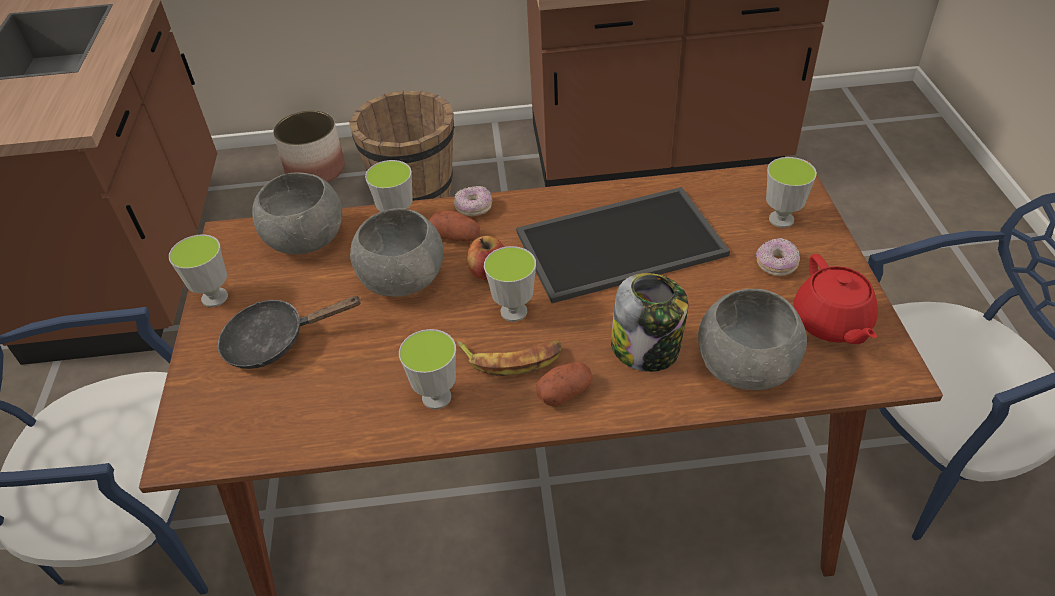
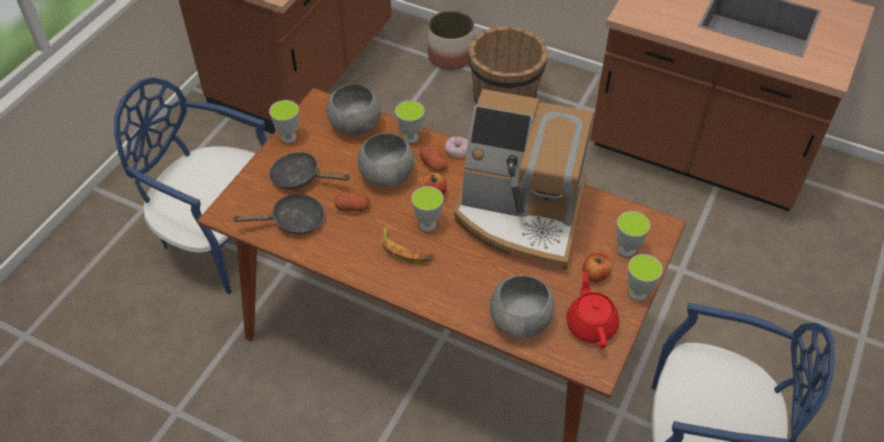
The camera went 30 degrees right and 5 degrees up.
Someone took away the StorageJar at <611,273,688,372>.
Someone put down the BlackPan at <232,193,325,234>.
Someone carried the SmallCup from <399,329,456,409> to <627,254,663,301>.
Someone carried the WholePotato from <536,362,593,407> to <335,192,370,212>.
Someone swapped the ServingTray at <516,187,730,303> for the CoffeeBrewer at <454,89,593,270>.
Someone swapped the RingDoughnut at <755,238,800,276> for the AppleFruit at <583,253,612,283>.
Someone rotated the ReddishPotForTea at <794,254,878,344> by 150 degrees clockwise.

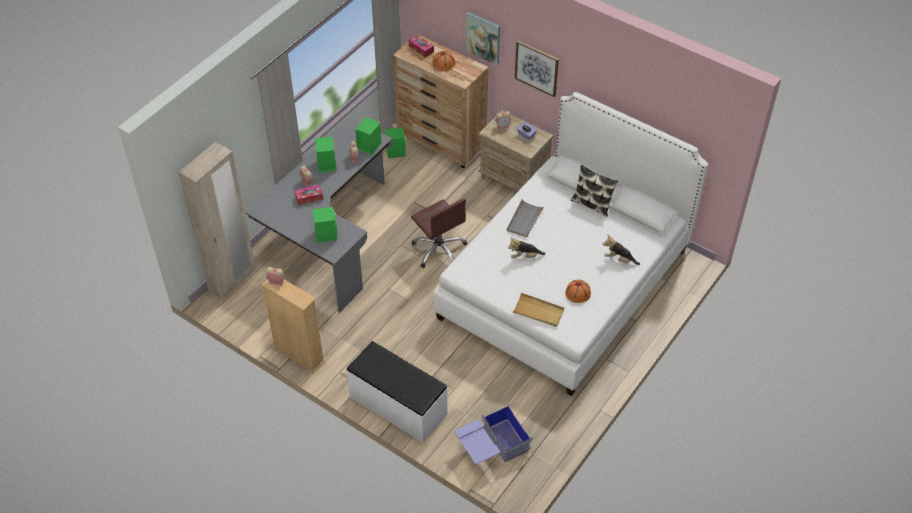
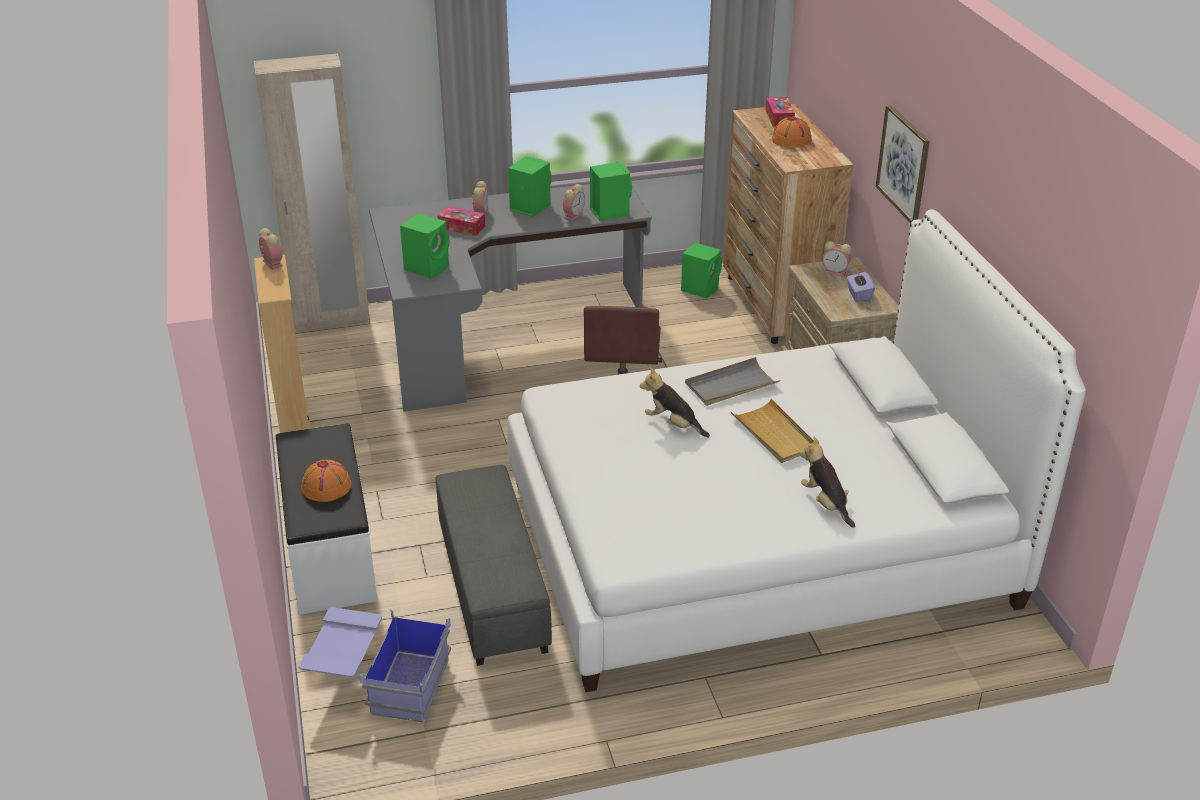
The camera went 40 degrees right and 15 degrees down.
Someone took away the WallArt at <466,12,500,65>.
Someone took away the Pillow at <571,165,618,217>.
Someone put down the GrayFootrest at <435,465,552,666>.
Someone carried the BeigeColouredServingTray from <513,293,564,327> to <731,399,814,463>.
Someone carried the OrangeyHat from <565,279,591,303> to <302,460,351,502>.

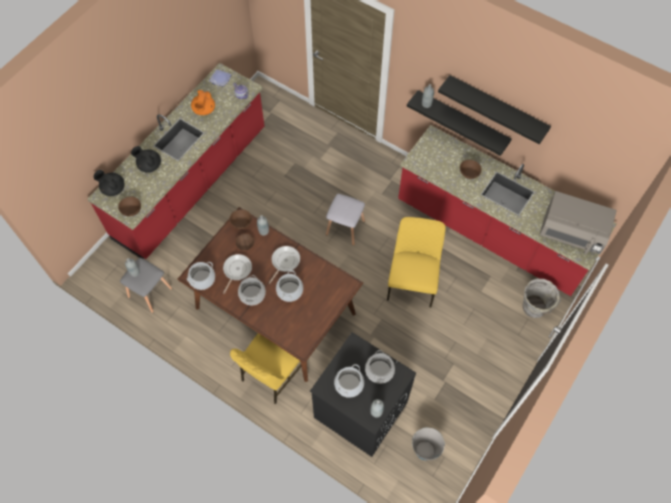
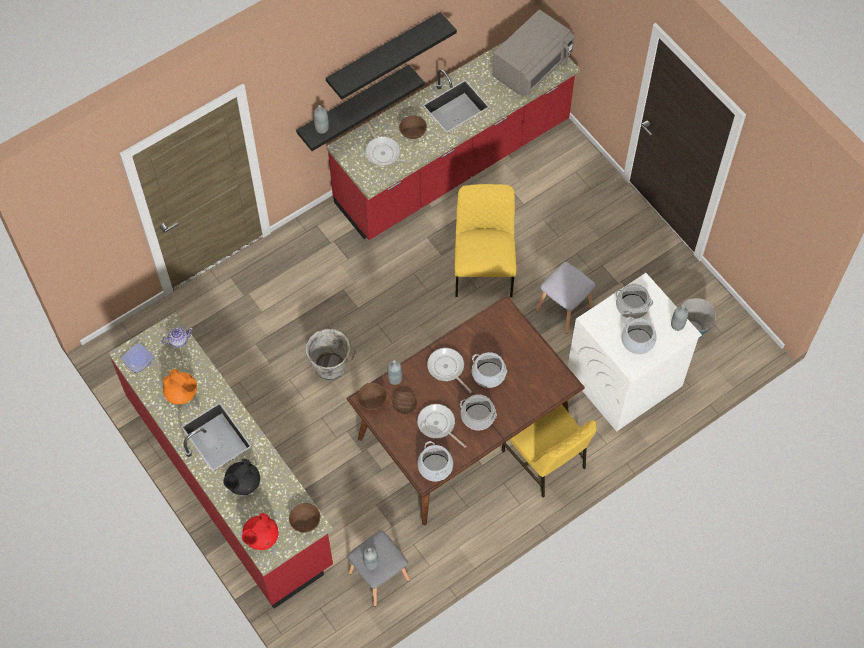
The camera went 70 degrees left and 0 degrees up.
Someone put down the Pan at <365,124,400,166>.
Someone carried the GrayStool from <326,194,365,245> to <536,262,596,334>.
Someone carried the GrayWaterBucket from <522,279,561,318> to <306,329,356,381>.
Someone repainted the BlackPotForTea at <94,170,125,196>, which became the ReddishPotForTea at <242,513,279,550>.
Someone repainted the BlackWashingMachine at <310,332,416,457>, which became the WhitishWashingMachine at <567,273,702,432>.
Someone rotated the YellowChair at <387,217,446,308> by 60 degrees clockwise.

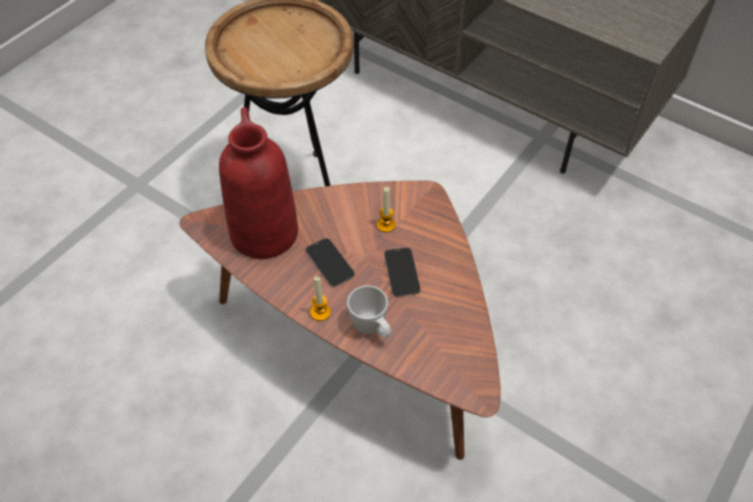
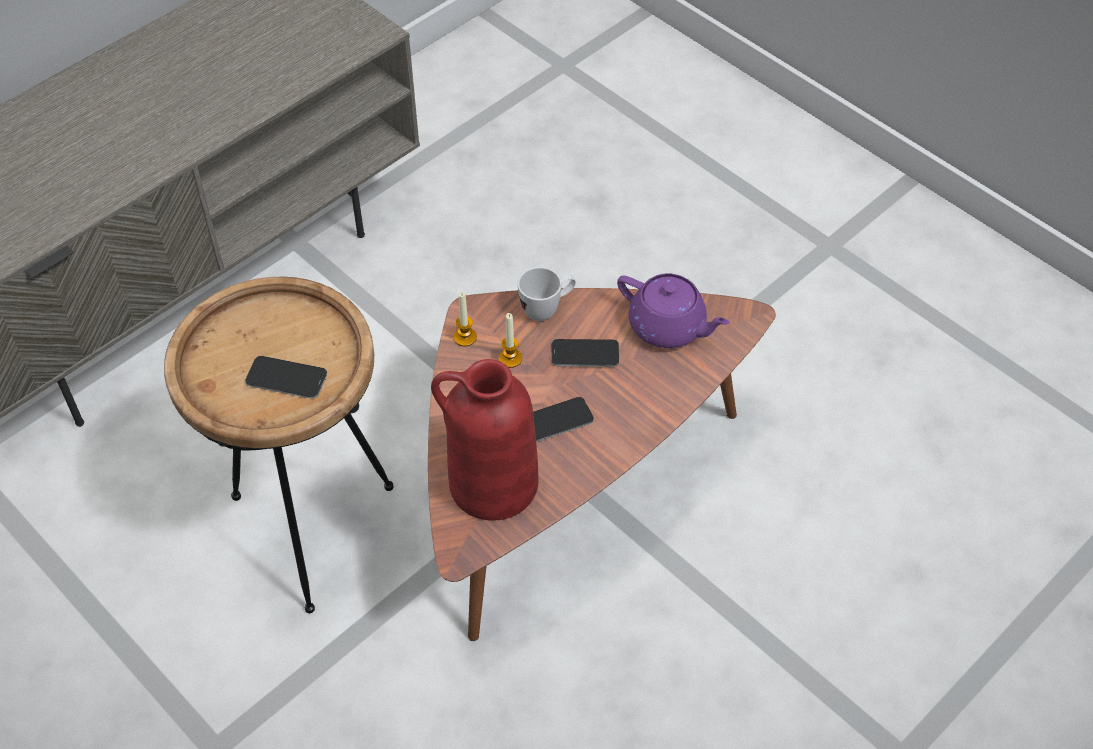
The camera went 80 degrees left and 0 degrees up.
Someone put down the Phone at <245,356,327,399>.
Someone put down the PurpleColouredPotForTea at <617,273,730,348>.
Someone carried the WaxCandle from <310,276,331,321> to <454,292,477,347>.
Someone carried the WhitishCoffeeMug from <347,285,392,338> to <518,267,576,321>.

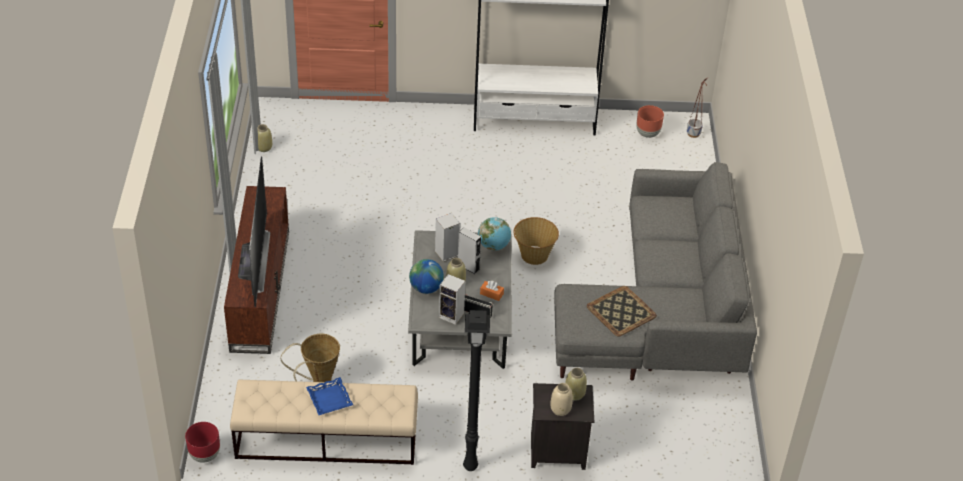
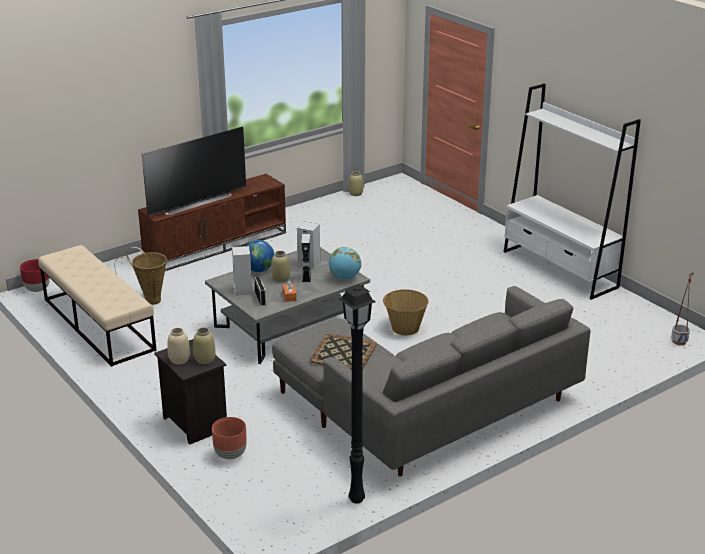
The camera went 55 degrees right and 15 degrees down.
Someone took away the BlueServingTray at <306,377,353,415>.
Someone carried the BlackStandardLamp from <463,310,490,471> to <339,284,376,503>.
Someone carried the BrownColouredPlantPot from <636,105,664,138> to <212,417,247,459>.

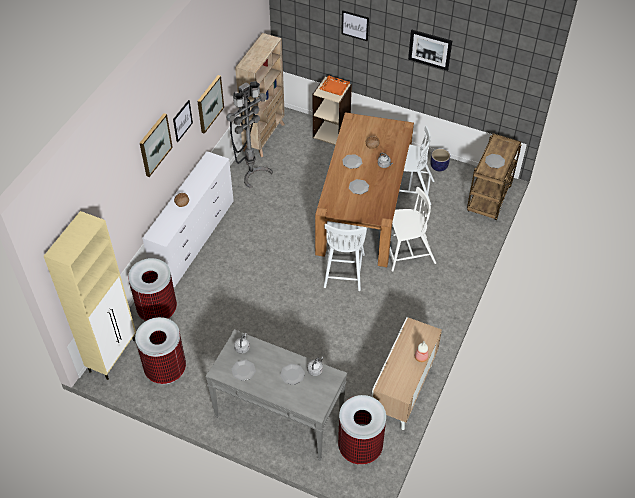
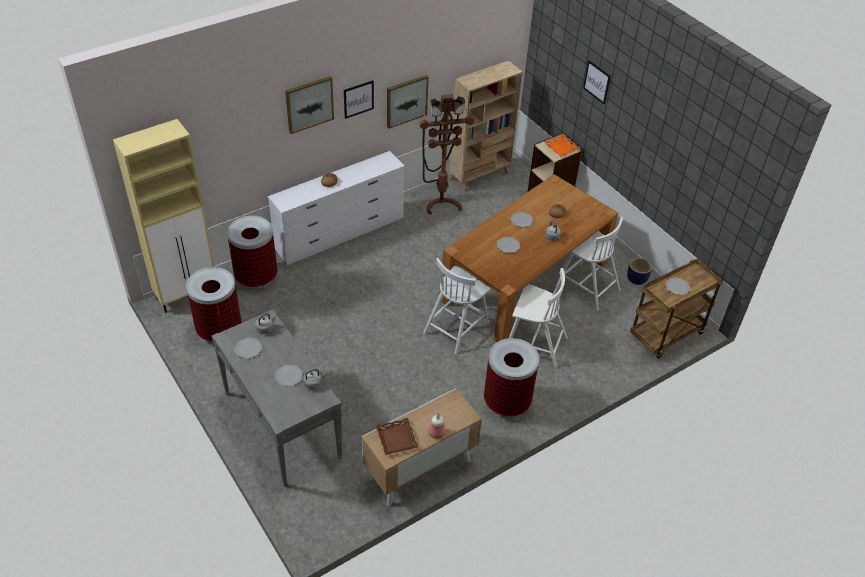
The camera went 30 degrees right and 5 degrees down.
Someone took away the WallArt at <408,30,452,71>.
Someone put down the BrownColouredServingTray at <375,418,418,455>.
Someone carried the WasteBin from <338,395,386,465> to <484,338,539,418>.
Someone repainted the GrayStandardLamp at <226,81,273,188>, which became the BrownColouredStandardLamp at <420,94,474,215>.

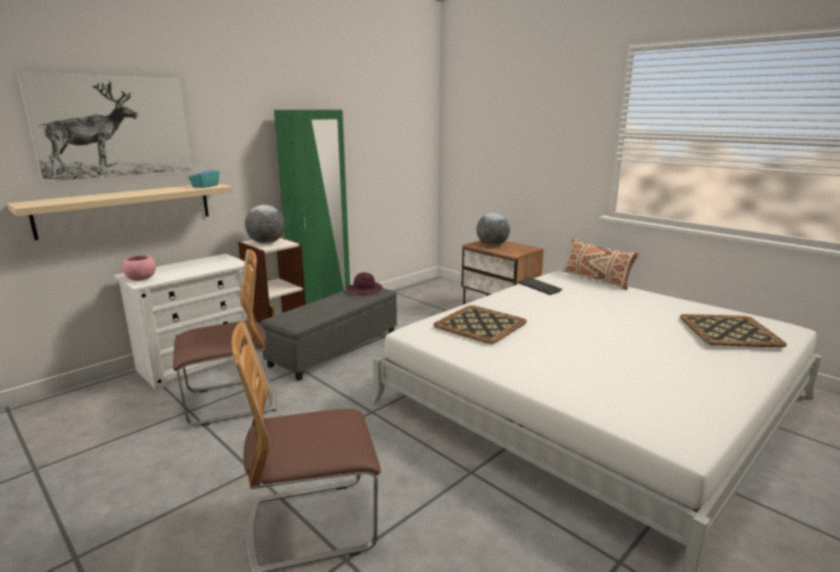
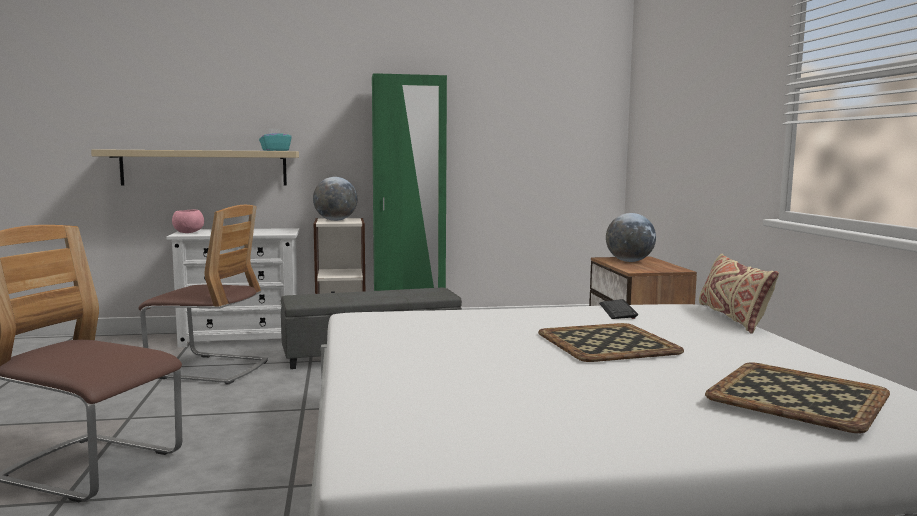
The camera went 35 degrees right and 10 degrees down.
Someone took away the WallArt at <18,72,192,182>.
Someone took away the PurpleColouredHat at <346,272,383,295>.
Someone carried the ServingTray from <434,305,527,344> to <538,323,684,362>.

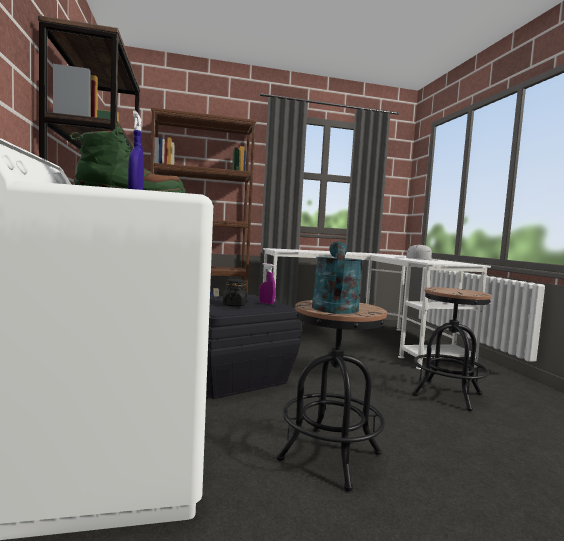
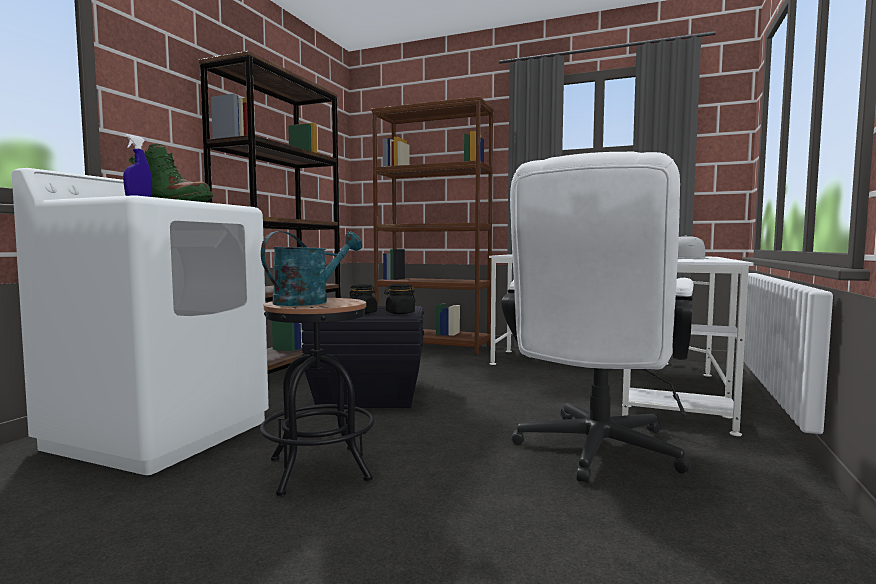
The camera went 35 degrees right and 0 degrees up.
Someone swapped the PurpleColouredSprayer at <259,263,276,305> for the BlackStorageJar at <384,284,415,314>.
Someone swapped the BlackStool at <412,287,492,411> for the WhitishComputerChair at <502,152,694,483>.

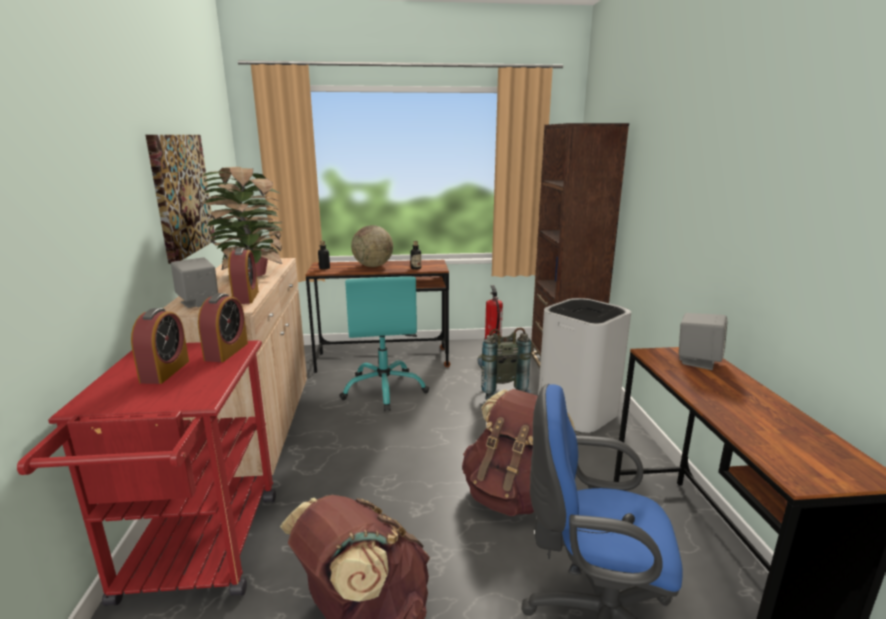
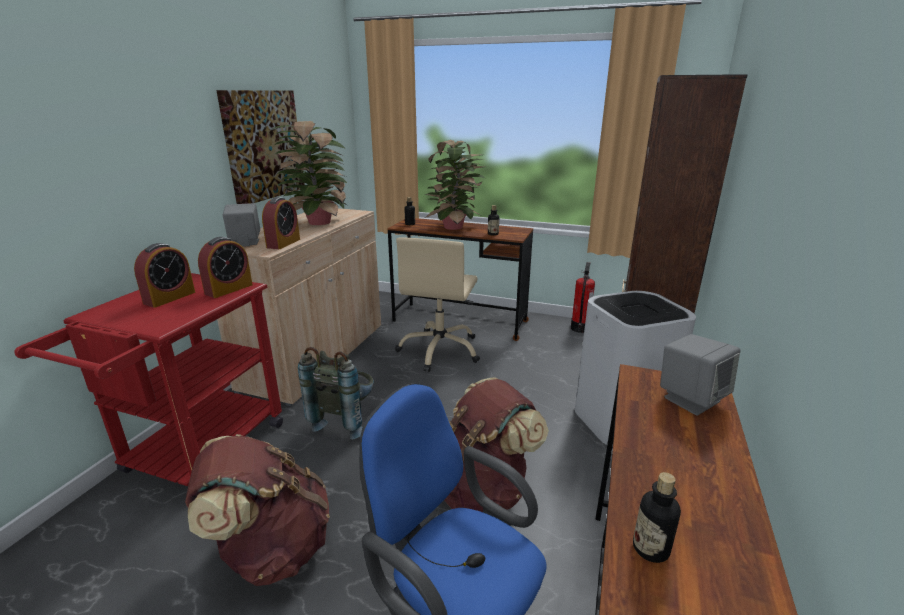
The camera went 25 degrees right and 5 degrees up.
Someone put down the Bottle at <633,472,681,563>.
Someone carried the GrayBackpack from <478,327,531,400> to <298,347,374,440>.
Someone swapped the Globe at <351,225,393,267> for the PlantInAPot at <425,140,484,230>.
Someone repainted the BlueGreenComputerChair at <339,276,429,411>, which became the BeigeColouredComputerChair at <395,237,480,372>.

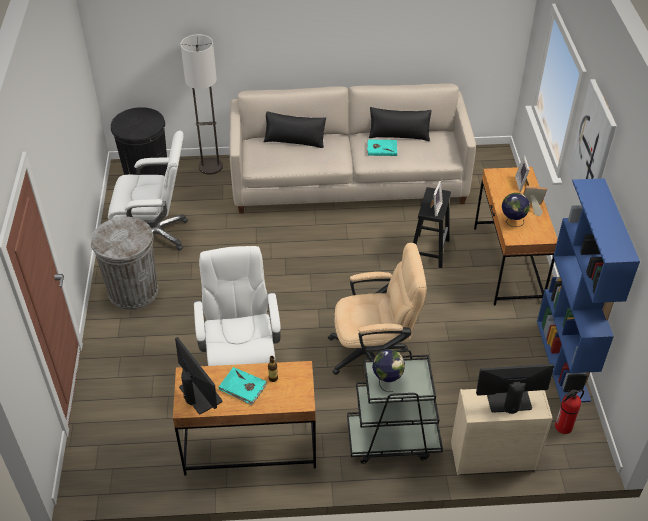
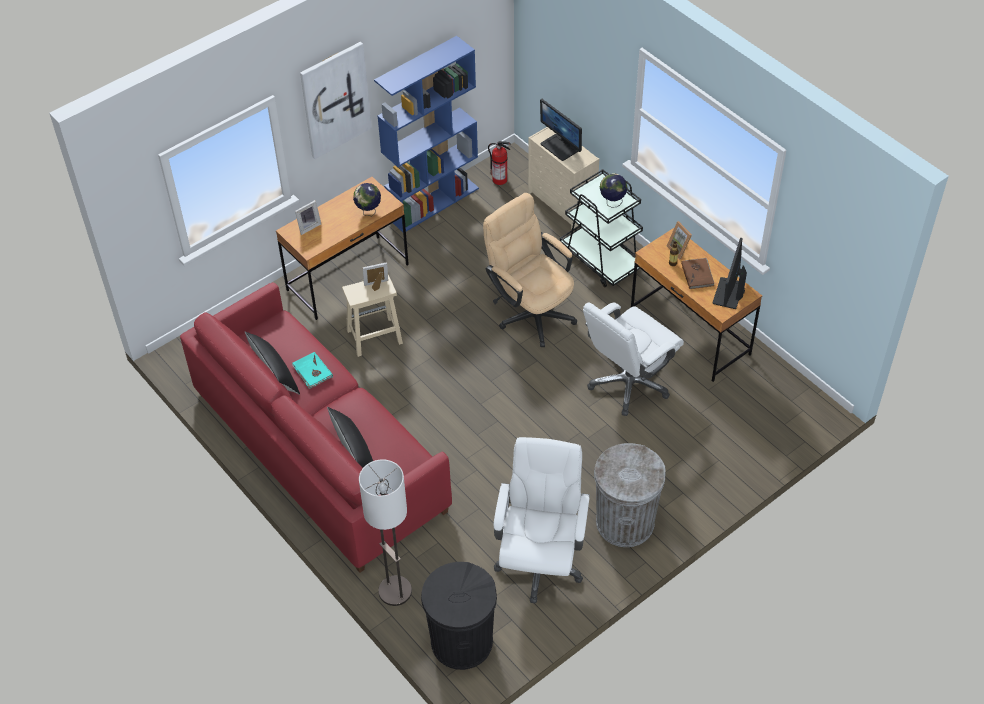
The camera went 125 degrees left and 5 degrees up.
Someone carried the StandingFrame from <523,186,547,216> to <667,221,692,260>.
Someone repainted the BlueGreenBoundBook at <218,367,267,406>, which became the BrownColouredBoundBook at <681,258,715,289>.
Someone repainted the BeigeColouredCouch at <230,83,476,214>, which became the ReddishCouch at <180,282,452,573>.
Someone repainted the BlackStool at <413,187,451,268>, which became the BeigeColouredStool at <342,275,403,357>.
Someone rotated the WhitishComputerChair at <108,131,188,251> by 45 degrees clockwise.

